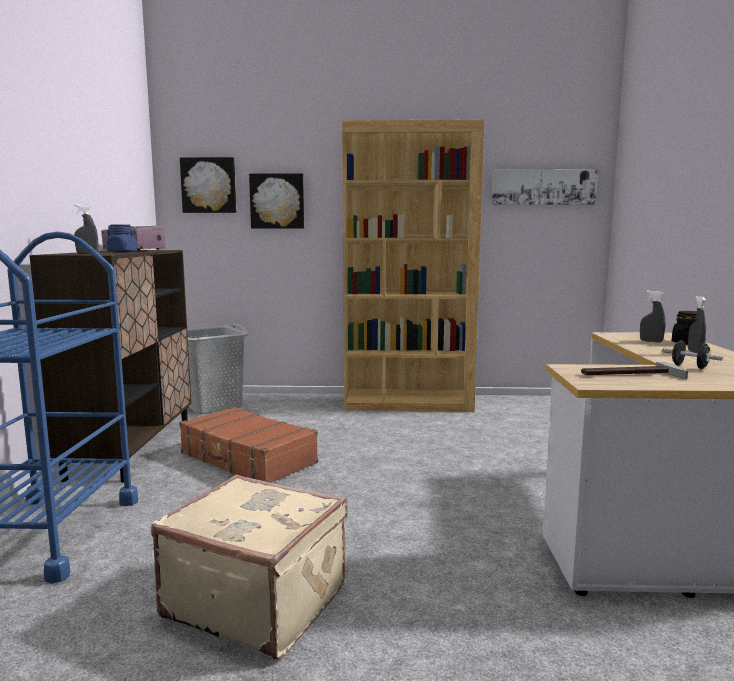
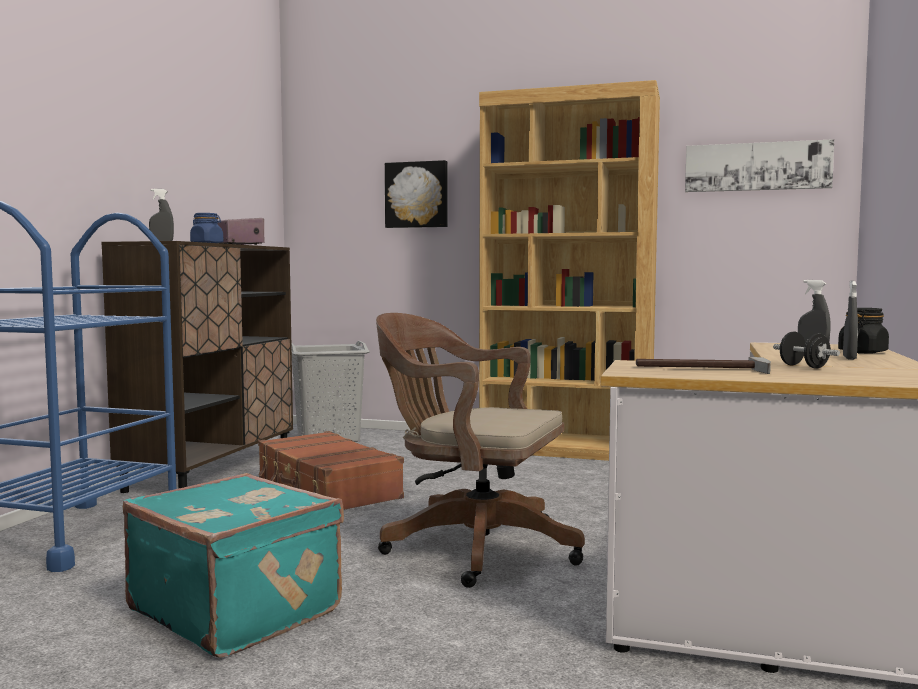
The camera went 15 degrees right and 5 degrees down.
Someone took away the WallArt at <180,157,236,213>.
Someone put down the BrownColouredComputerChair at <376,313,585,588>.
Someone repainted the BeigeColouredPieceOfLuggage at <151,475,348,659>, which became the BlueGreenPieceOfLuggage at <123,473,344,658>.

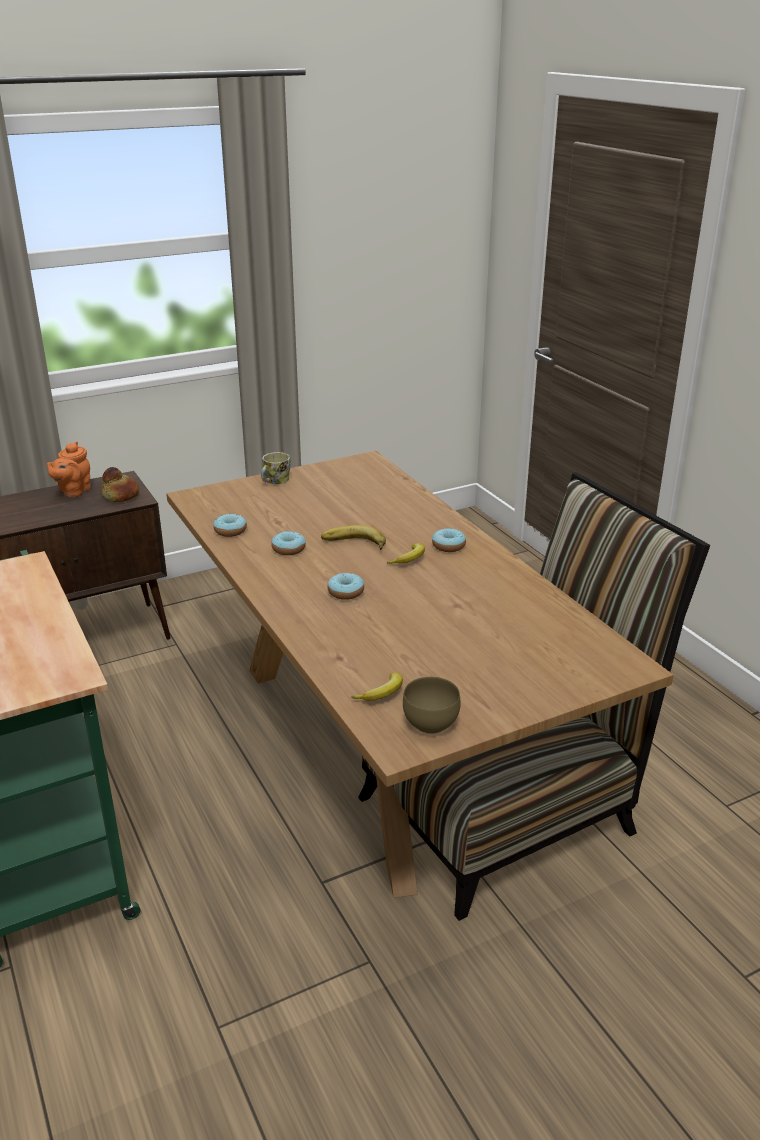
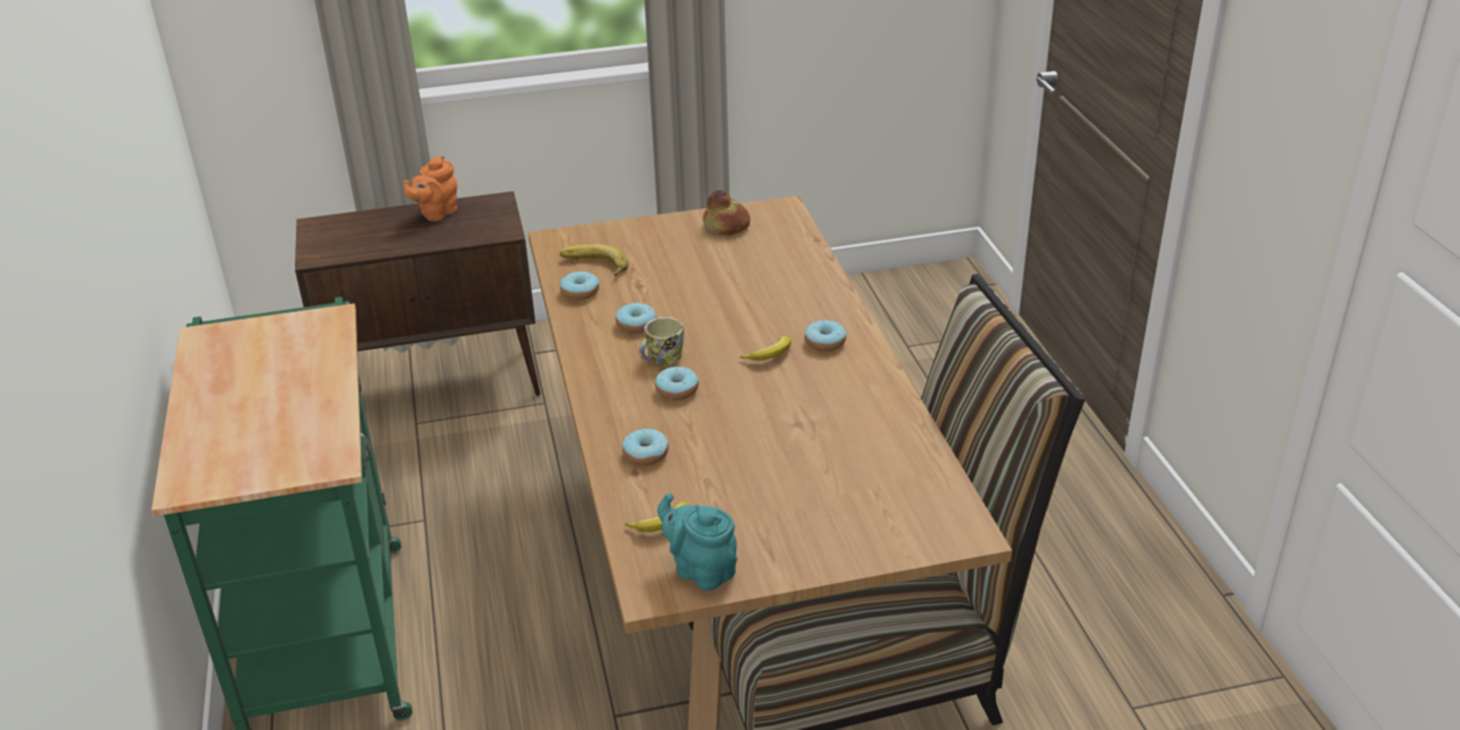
The camera went 15 degrees right and 5 degrees up.
Someone put down the RingDoughnut at <622,429,669,465>.
Someone carried the BakeryBread from <101,467,140,502> to <703,190,750,235>.
Someone carried the CoffeeMug from <261,452,291,484> to <639,317,684,365>.
Someone carried the Banana from <321,525,386,550> to <560,244,629,276>.
Someone swapped the BrownColouredServingBowl at <403,677,461,734> for the BlueGreenPotForTea at <658,493,737,591>.

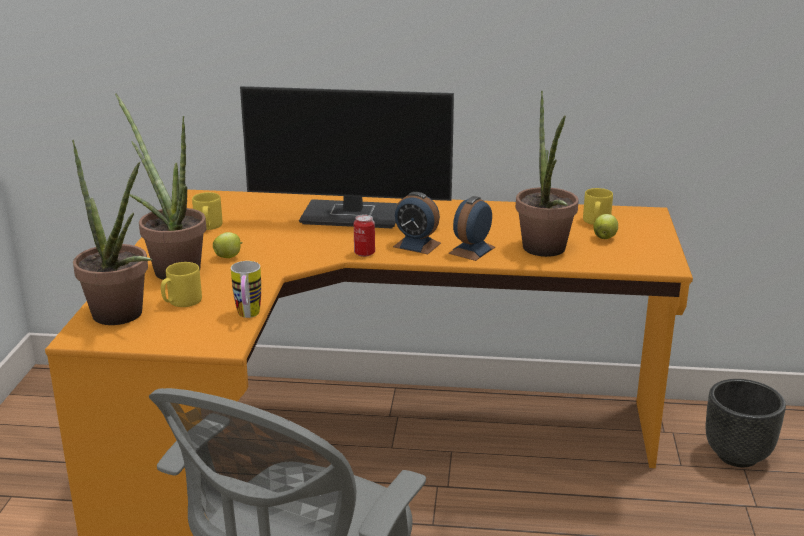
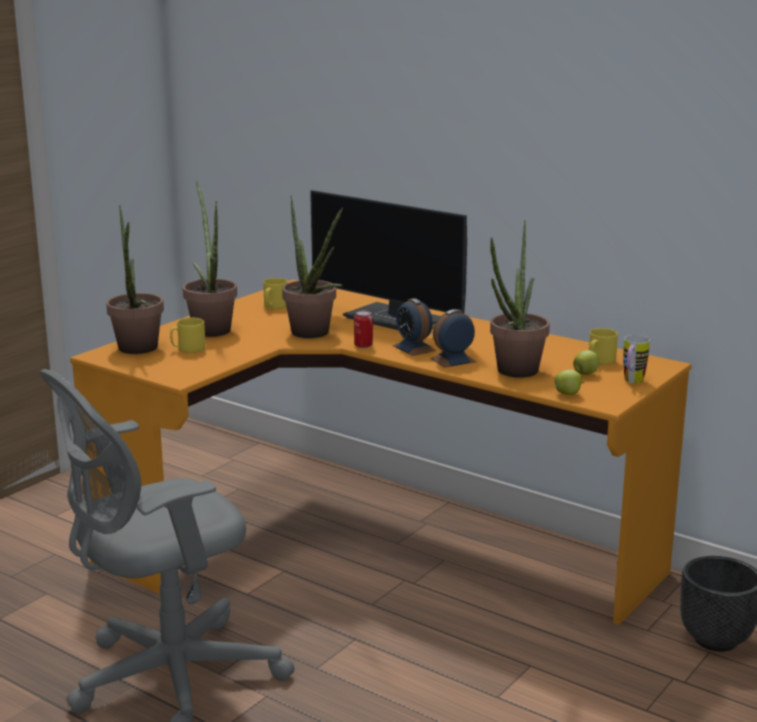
The camera went 30 degrees right and 5 degrees down.
Someone put down the PlantInAPot at <282,196,343,338>.
Someone carried the AppleFruit from <213,232,243,258> to <555,370,584,395>.
Someone carried the CoffeeMug from <231,261,261,318> to <623,335,650,383>.

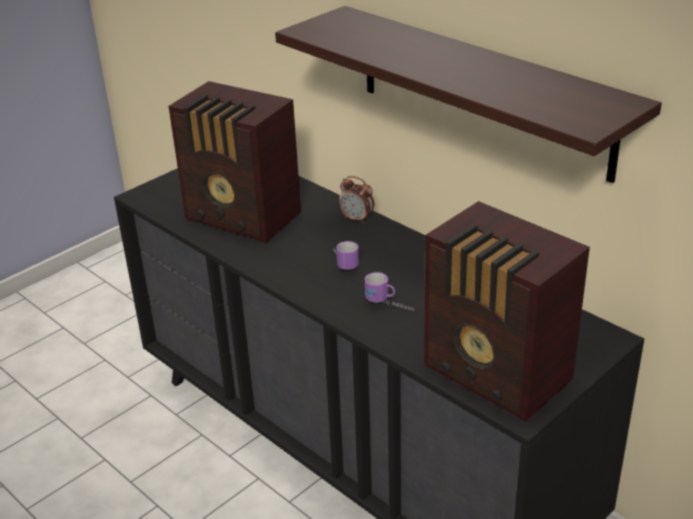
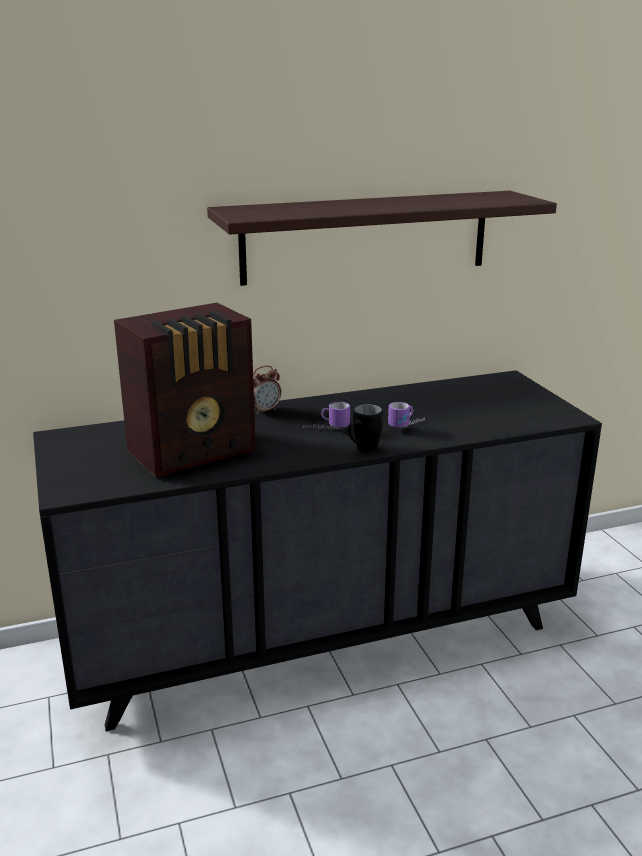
The camera went 65 degrees left and 10 degrees down.
Someone took away the RadioReceiver at <424,201,590,422>.
Someone put down the BlackCoffeeMug at <348,404,383,452>.

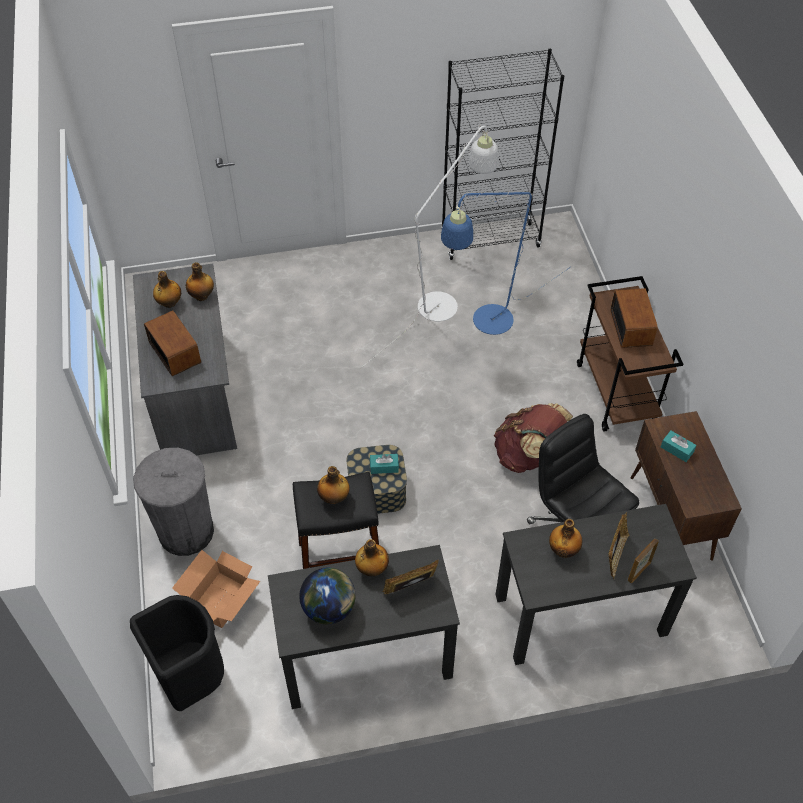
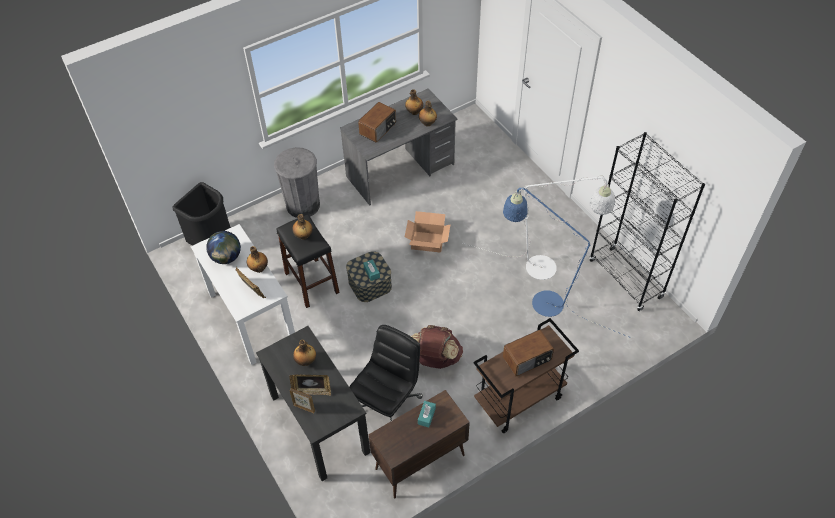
The camera went 70 degrees right and 0 degrees up.
Someone carried the PackingBox from <172,550,260,628> to <405,211,451,253>.
Someone repainted the BlackDesk at <268,545,460,709>, which became the WhitishDesk at <191,224,295,365>.

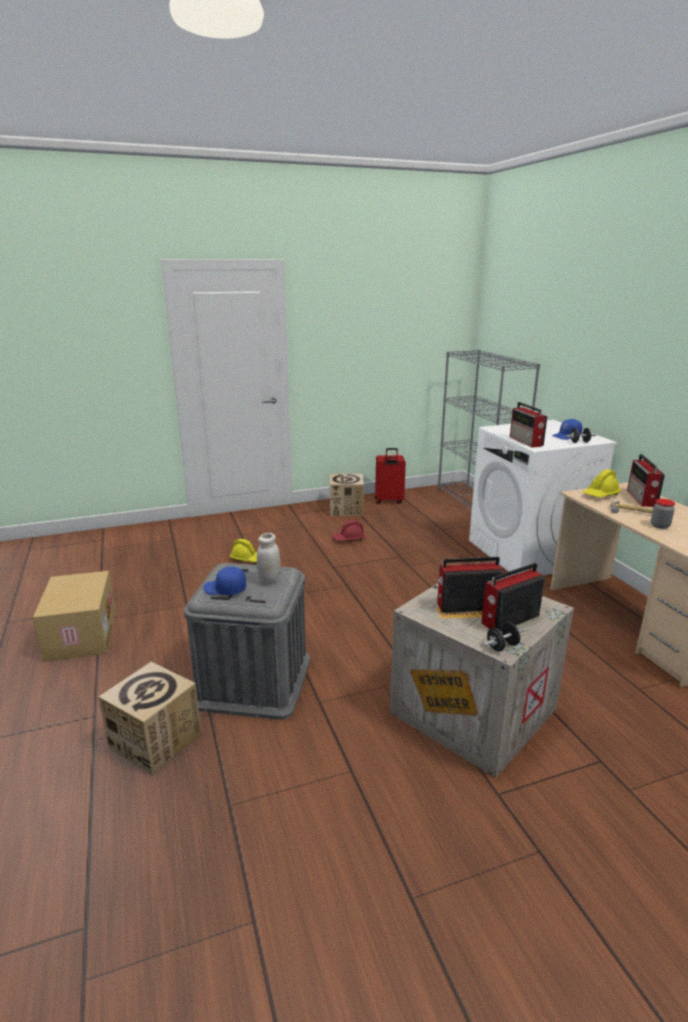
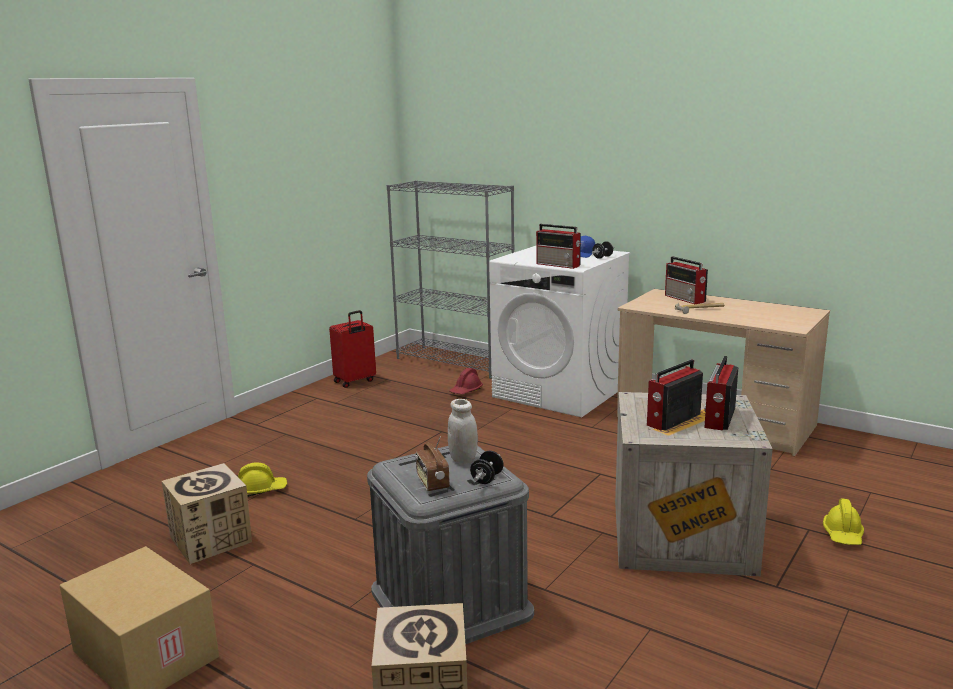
The camera went 35 degrees left and 5 degrees down.
Someone took away the StorageJar at <651,499,675,529>.
Someone carried the PackingBox from <330,474,364,516> to <162,463,252,564>.
Someone carried the ReddishWorkHelmet from <333,520,365,541> to <449,368,483,394>.
Someone carried the BlackFreeWeight from <483,622,524,652> to <470,451,504,484>.
Someone carried the YellowWorkHelmet from <583,469,621,497> to <823,498,864,545>.
Someone swapped the BluePeakedCap at <203,566,246,595> for the RadioReceiver at <415,436,450,491>.

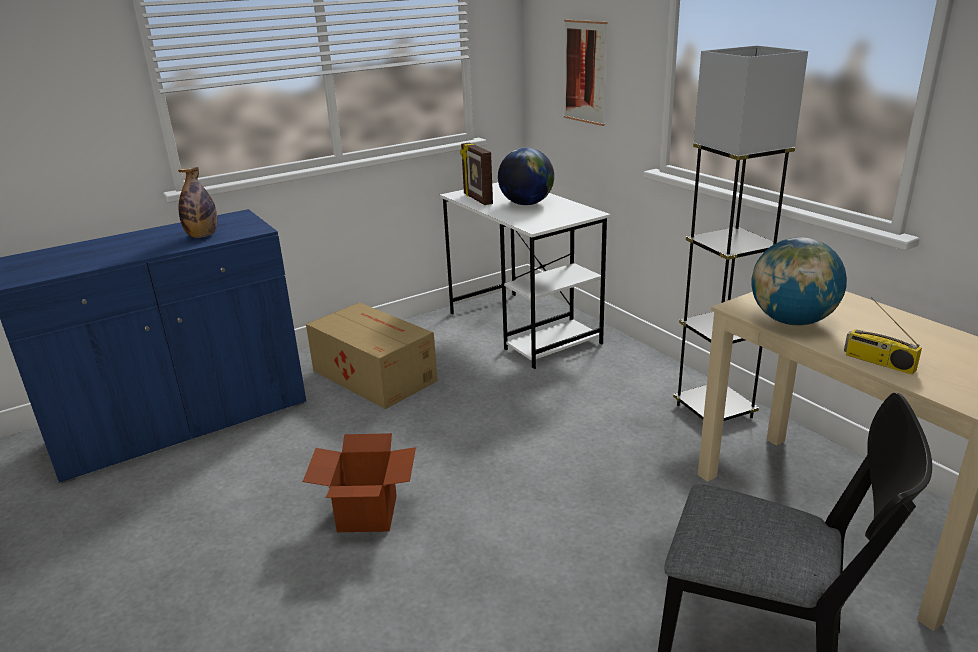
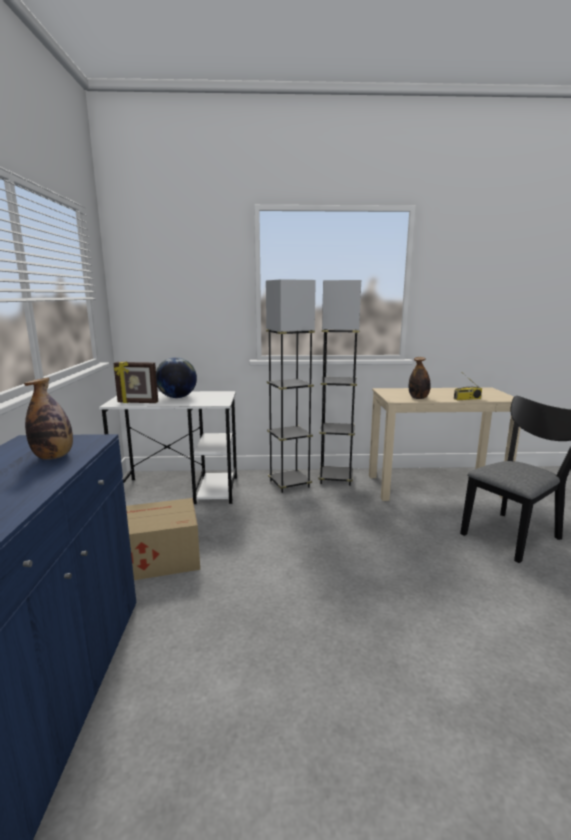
The camera went 60 degrees left and 10 degrees down.
Someone took away the PackingBox at <303,433,416,532>.
Someone took away the WallArt at <564,20,608,126>.
Someone put down the GrayStandardLamp at <266,279,316,493>.
Someone swapped the Globe at <752,237,847,326> for the Bottle at <409,357,430,399>.

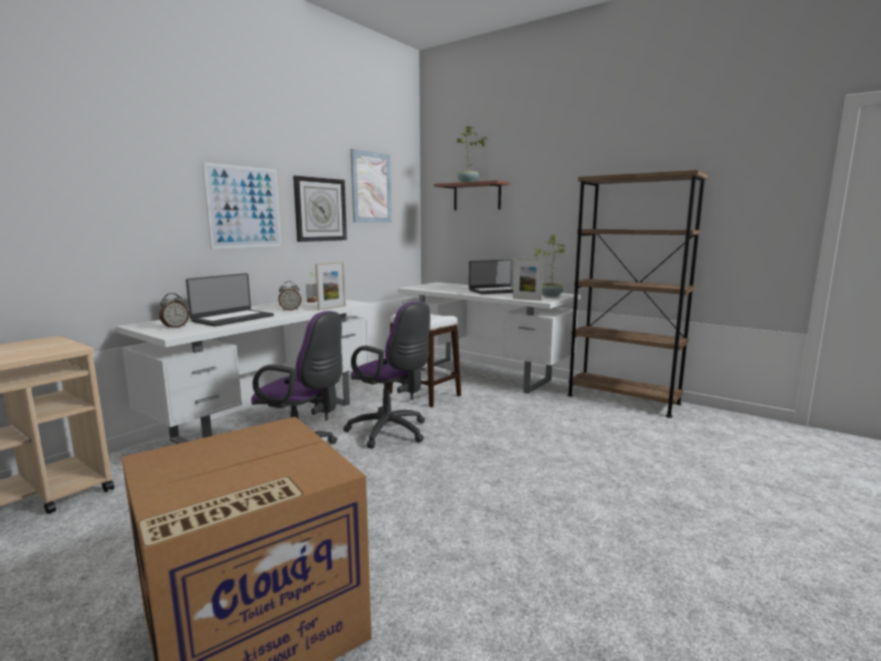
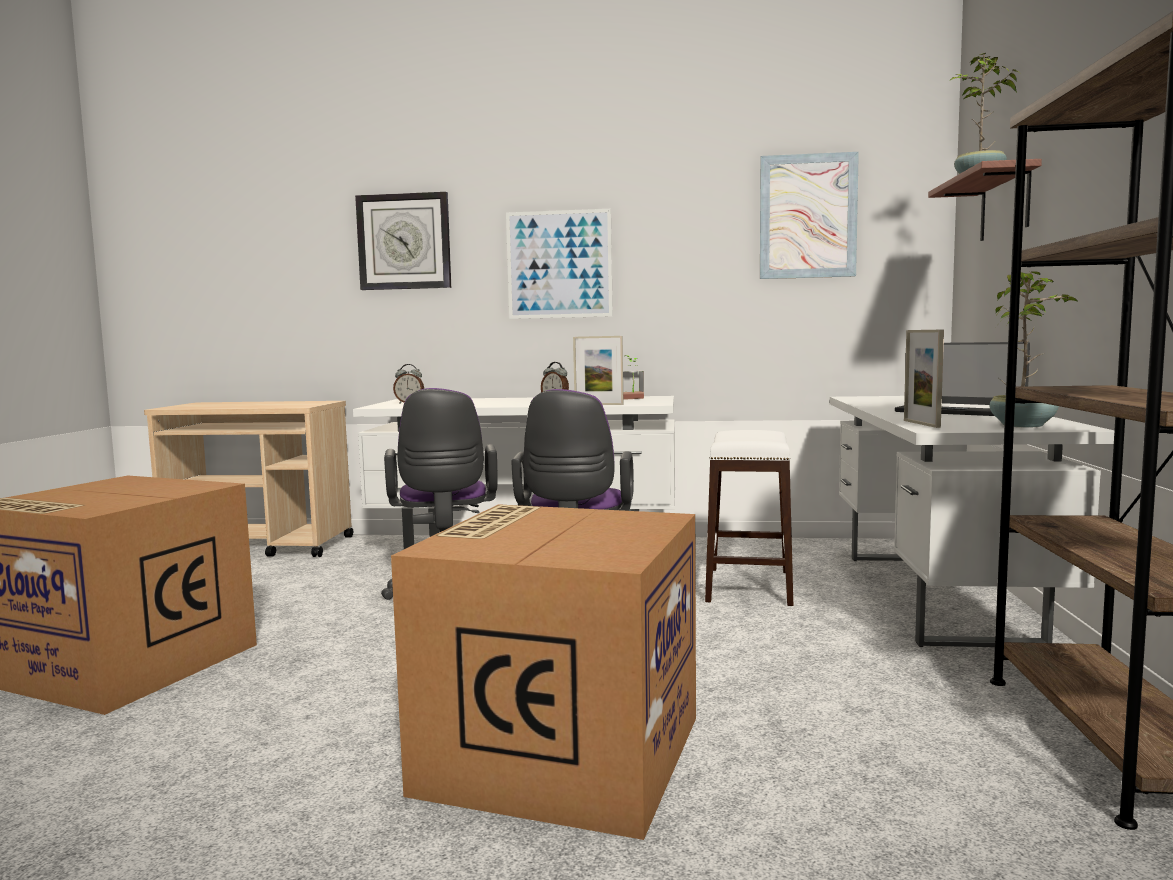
The camera went 60 degrees right and 5 degrees down.
Someone took away the Laptop at <186,273,274,326>.
Someone put down the PackingBox at <391,504,696,840>.
Someone carried the WallClock from <293,176,347,242> to <355,192,451,290>.

